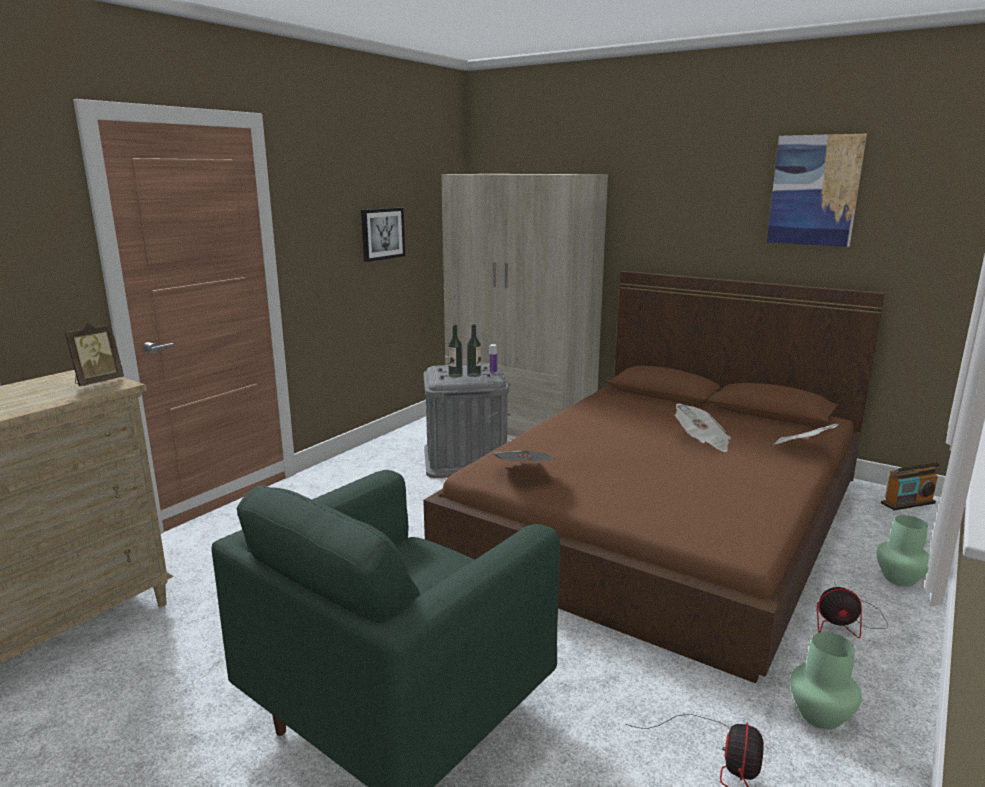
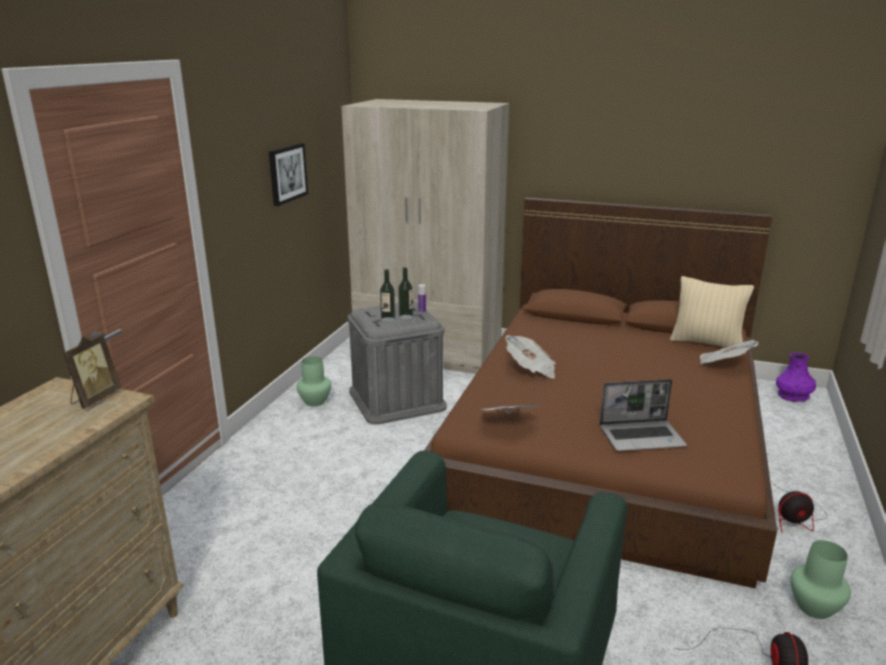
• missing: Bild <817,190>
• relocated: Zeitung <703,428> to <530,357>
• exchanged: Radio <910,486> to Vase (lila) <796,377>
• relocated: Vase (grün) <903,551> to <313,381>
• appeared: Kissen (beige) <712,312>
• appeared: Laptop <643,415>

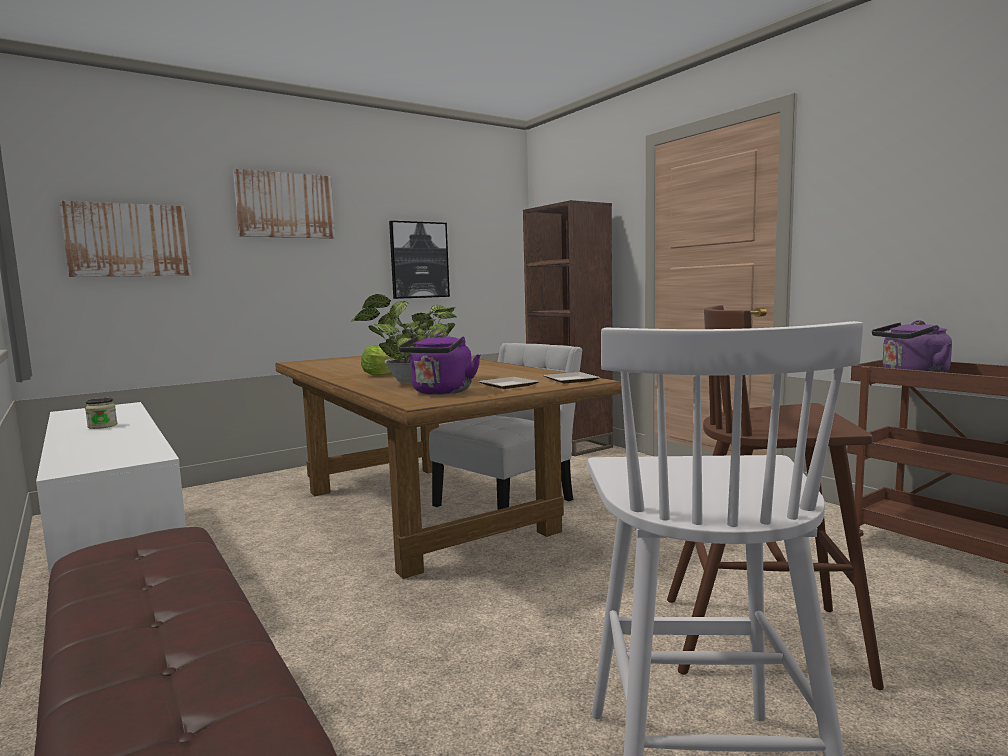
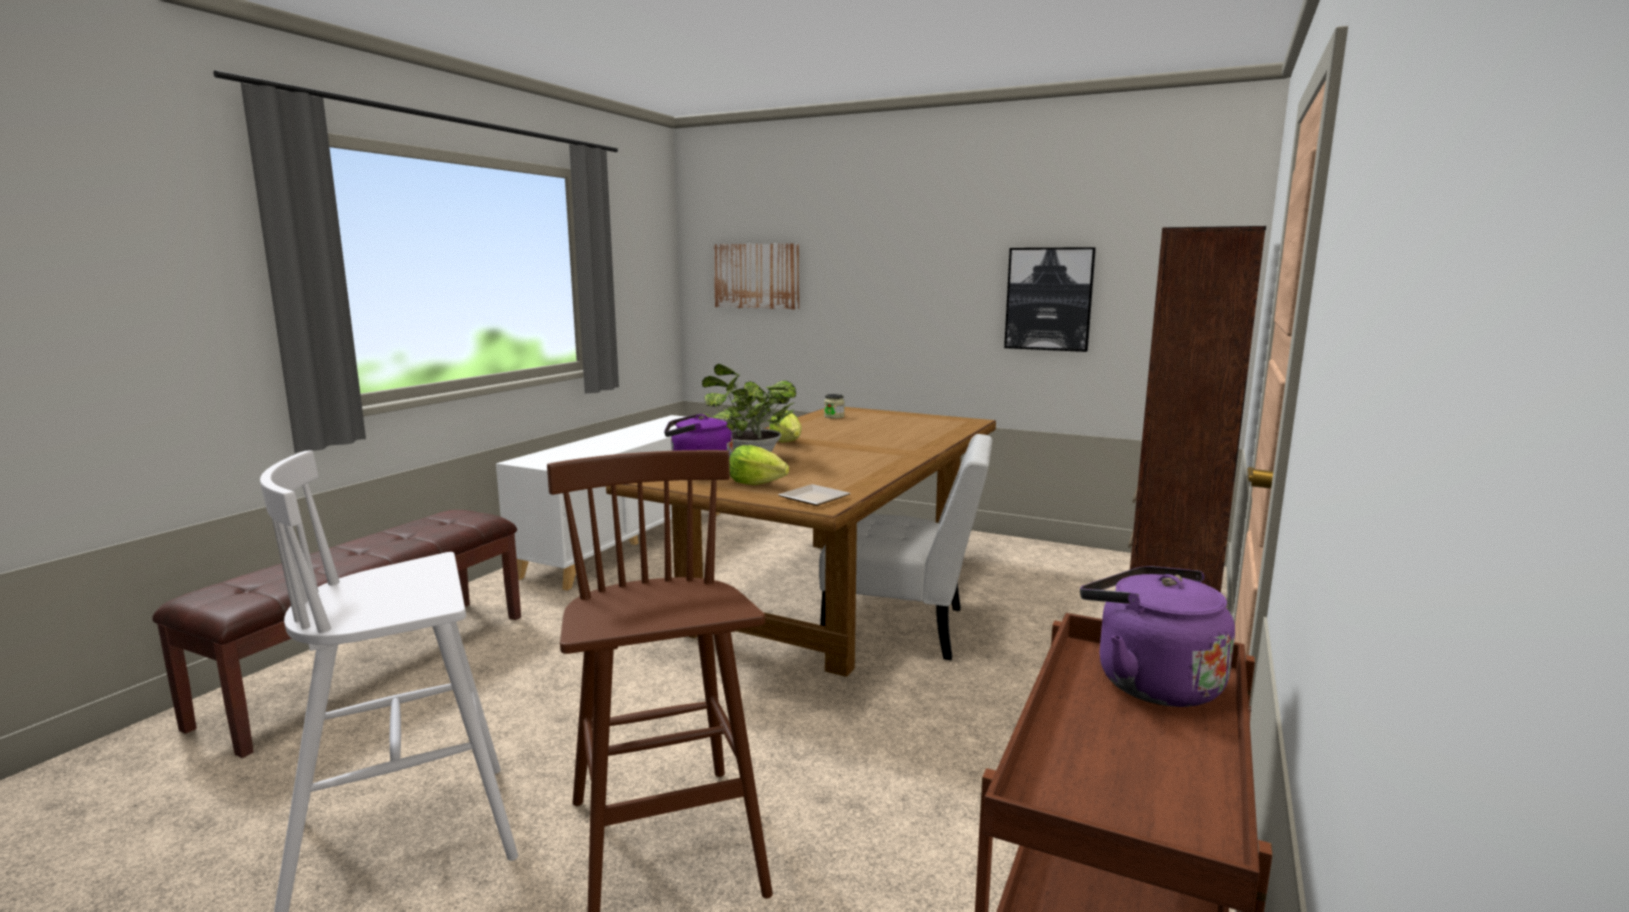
• missing: Bild <284,203>
• exchanged: Teller <509,383> to Salatkopf <759,465>
• relocated: Vorratsglas <101,413> to <834,406>

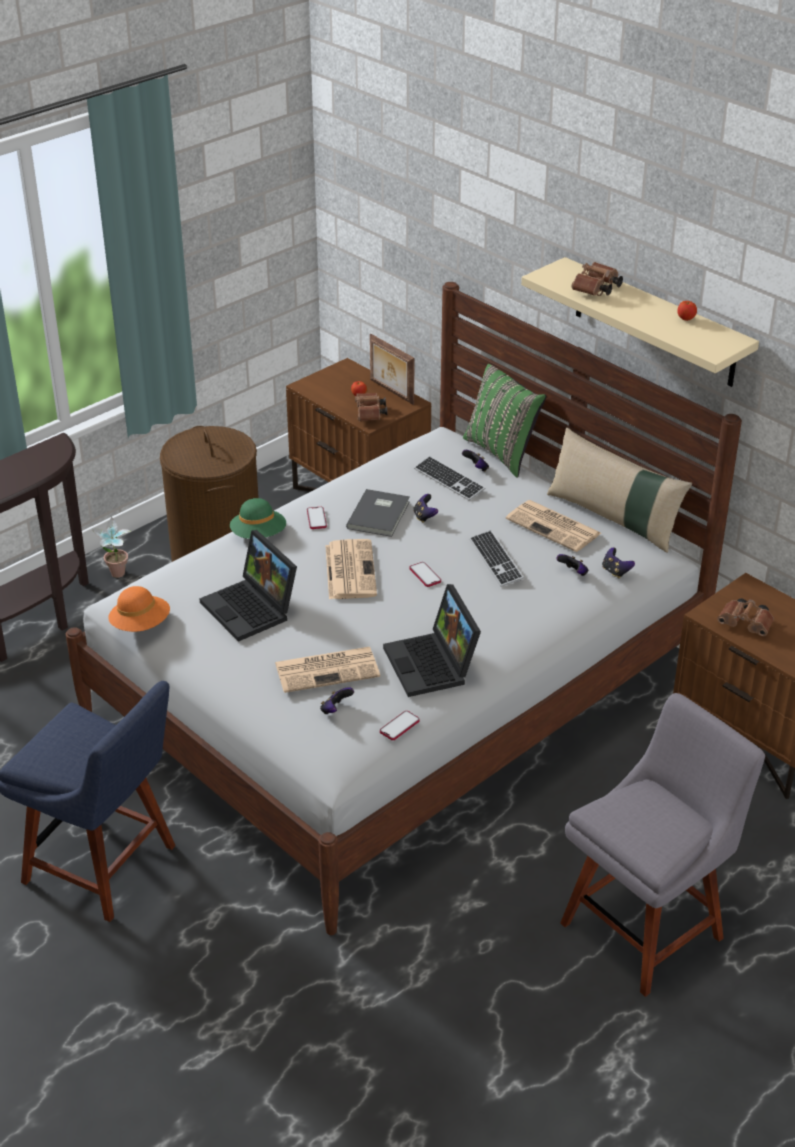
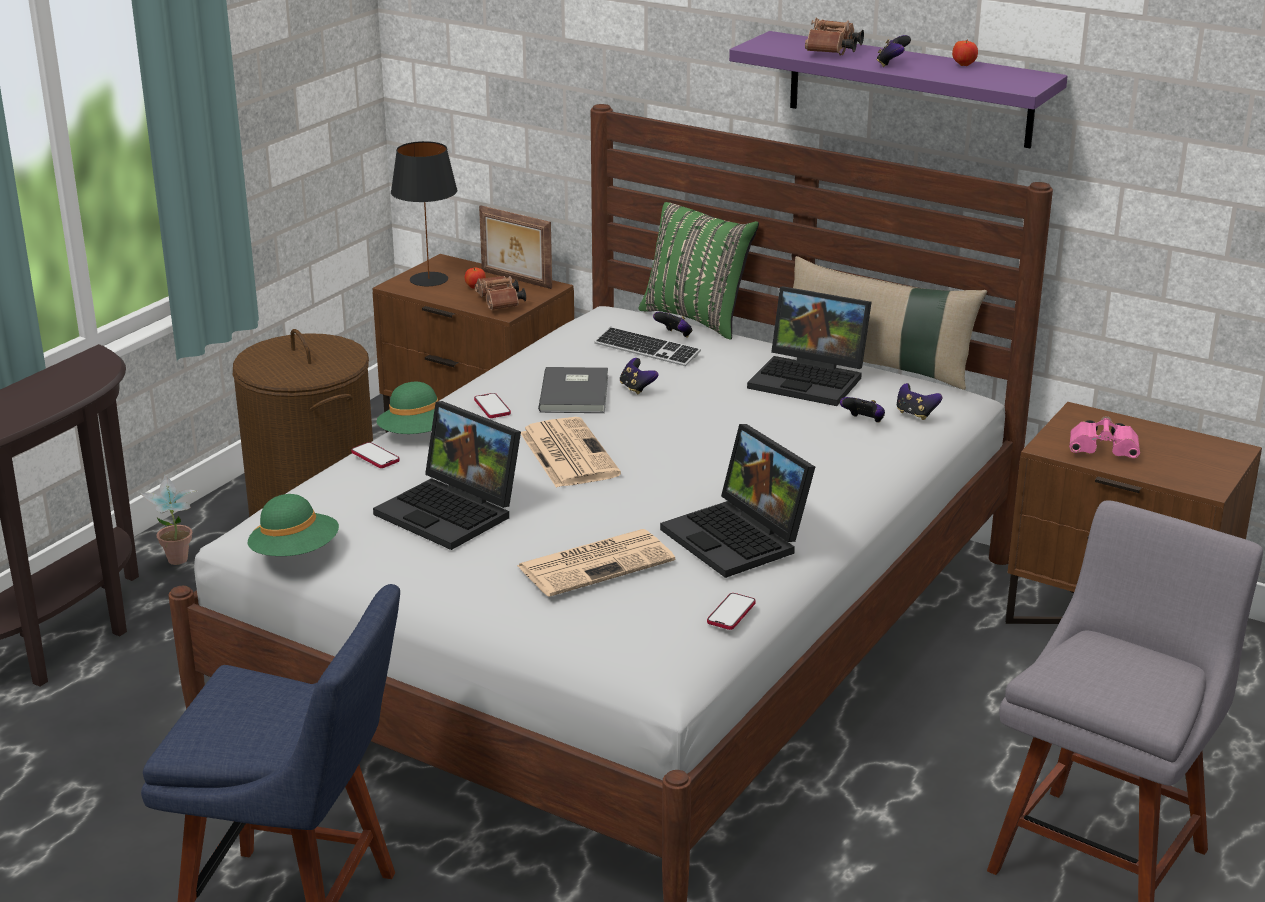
• colour: Wandregal (beige) <640,322> to Wandregal (lila) <898,89>
• exchanged: Zeitung <553,526> to Laptop <809,346>
• missing: Tastatur <496,558>
• relocated: Handy <425,574> to <375,455>
• colour: Hut (orange) <139,609> to Hut (grün) <293,525>
• colour: Fernglas (braun) <745,617> to Fernglas (rosa) <1104,437>
• relocated: Gamepad <337,700> to <893,51>
• appeared: Tischlampe (schwarz) <424,213>

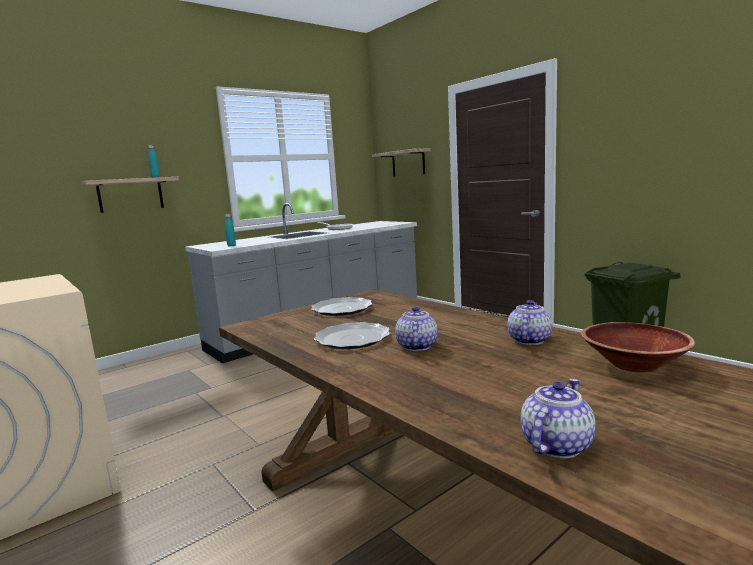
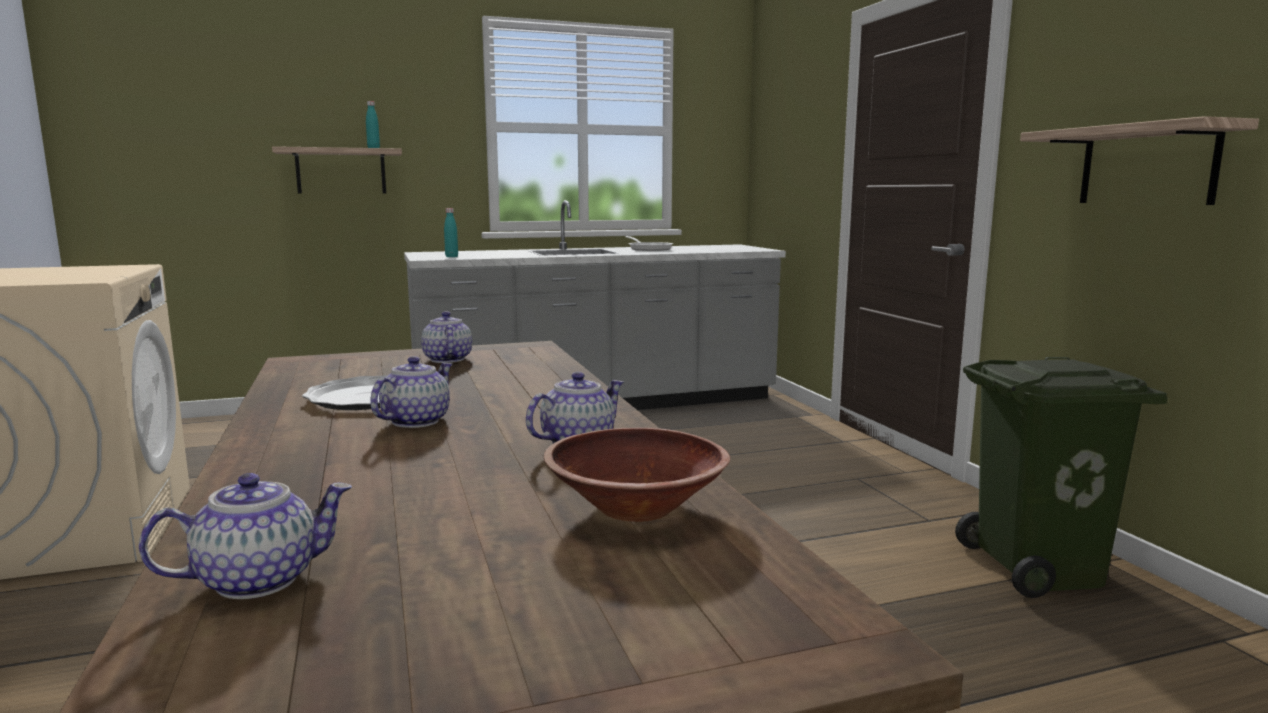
• relocated: Wandregal <401,162> to <1139,160>
• exchanged: Teller <341,306> to Teekanne <446,337>

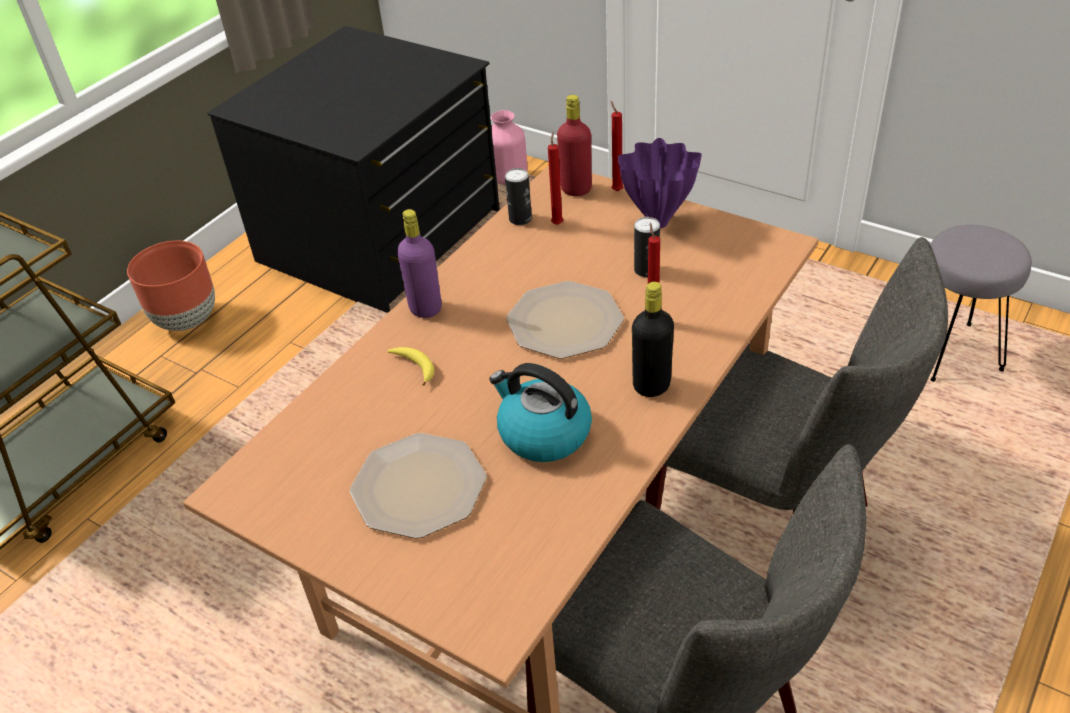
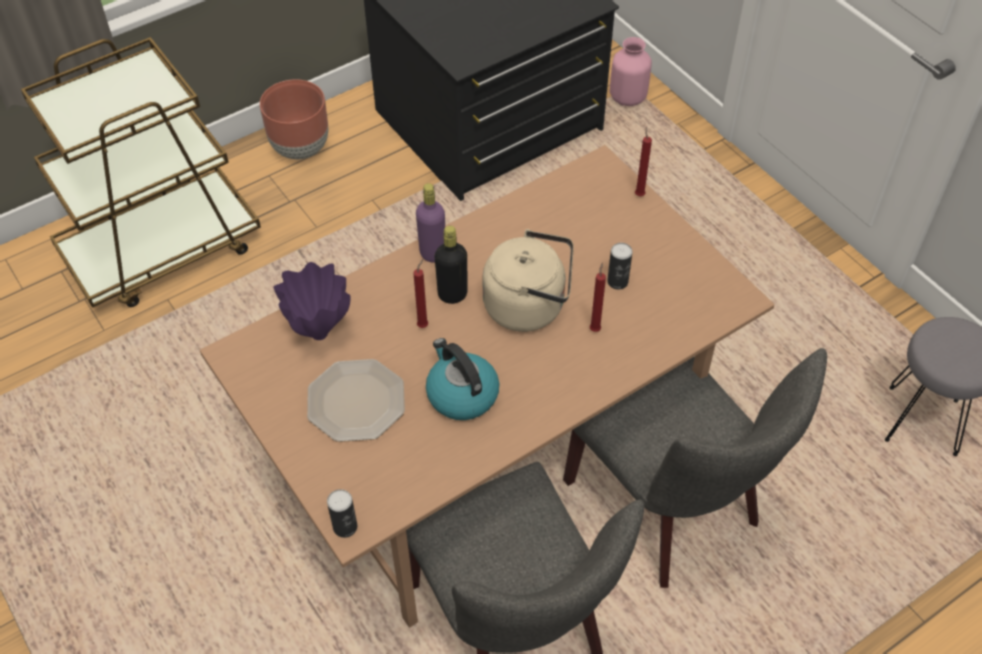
• missing: Flasche (rot) <574,145>
• relocated: Kerze (rot) <555,178> to <420,293>
• relocated: Vase (lila) <660,183> to <311,301>
• relocated: Dose <518,196> to <342,513>
• exchanged: Teller <565,320> to Wasserkessel (beige) <528,280>
• relocated: Flasche (schwarz) <653,339> to <451,265>
• missing: Banane <411,366>

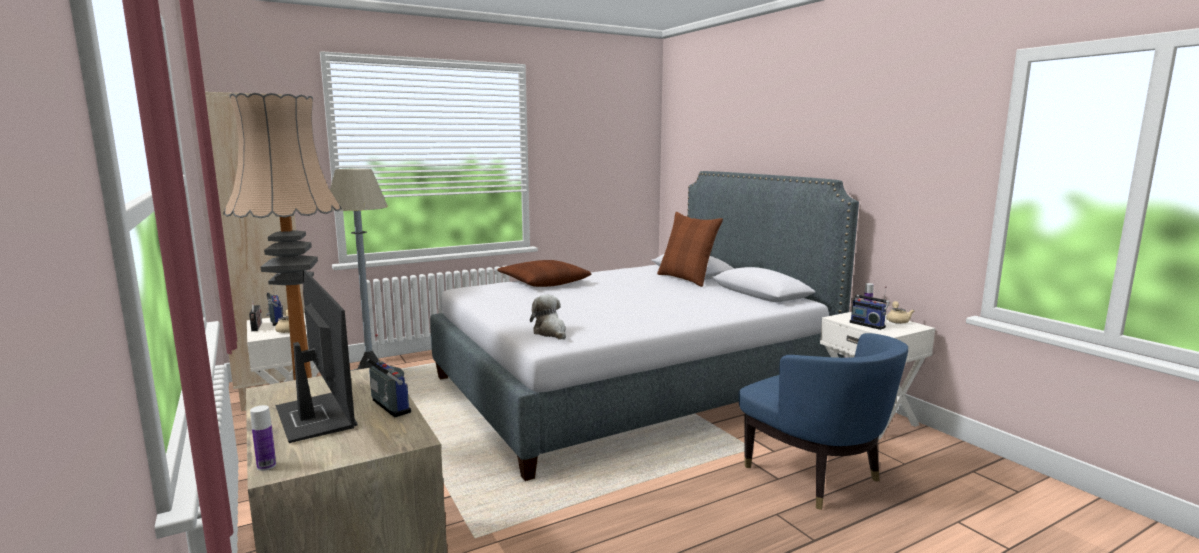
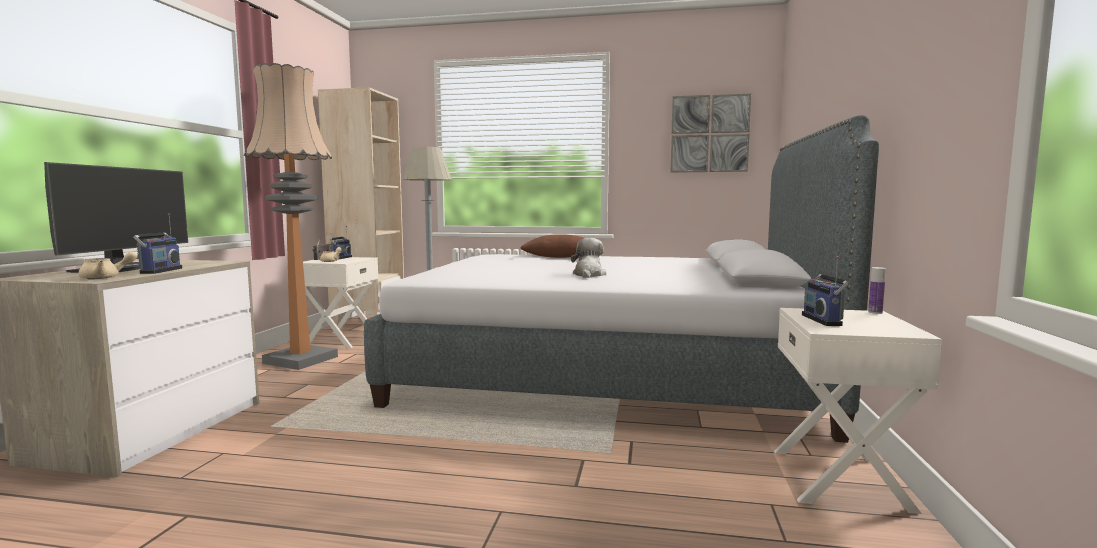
• missing: Kissen (braun) <690,249>
• relocated: Plüschtier <548,317> to <589,258>
• relocated: Teekanne (beige) <900,312> to <107,265>
• missing: Sessel (blau) <823,421>
• missing: Flasche <263,438>
• appeared: Bild <710,133>

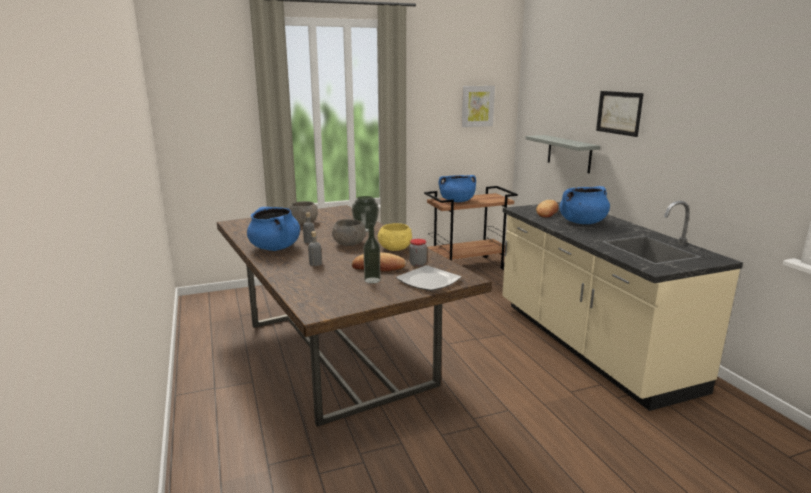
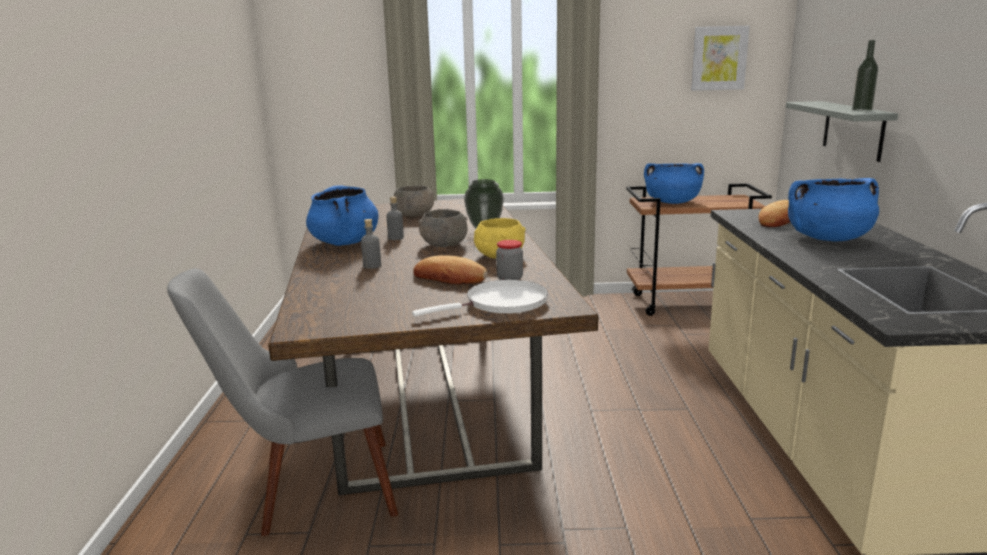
• missing: Bild <620,114>
• relocated: Flasche <372,253> to <865,75>
• exchanged: Teller <428,278> to Pfanne (weiß) <480,298>
• appeared: Stuhl (grau) <282,402>

